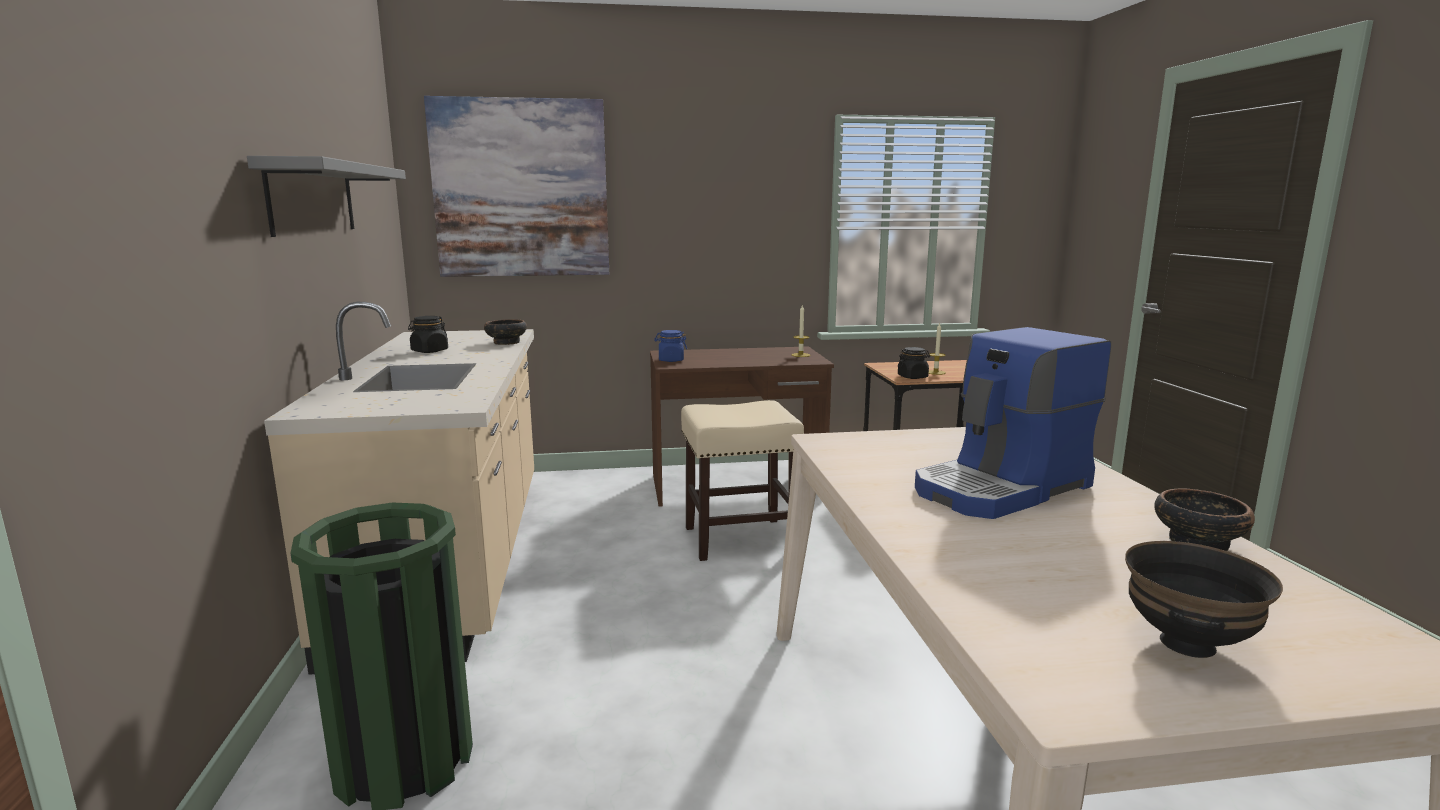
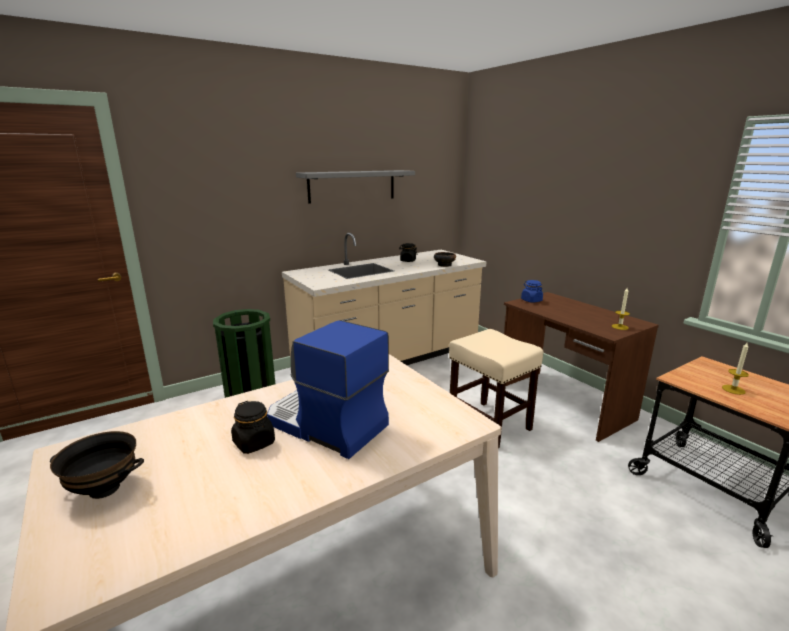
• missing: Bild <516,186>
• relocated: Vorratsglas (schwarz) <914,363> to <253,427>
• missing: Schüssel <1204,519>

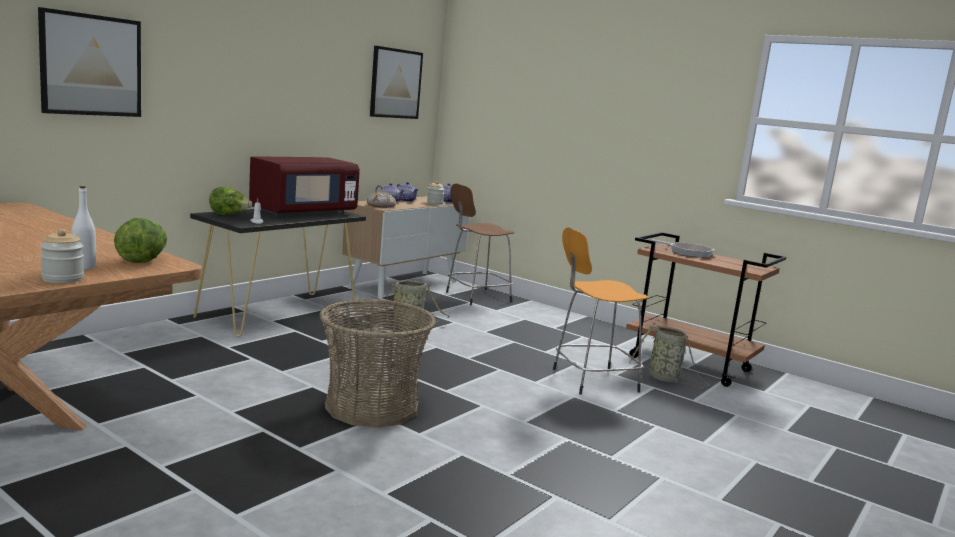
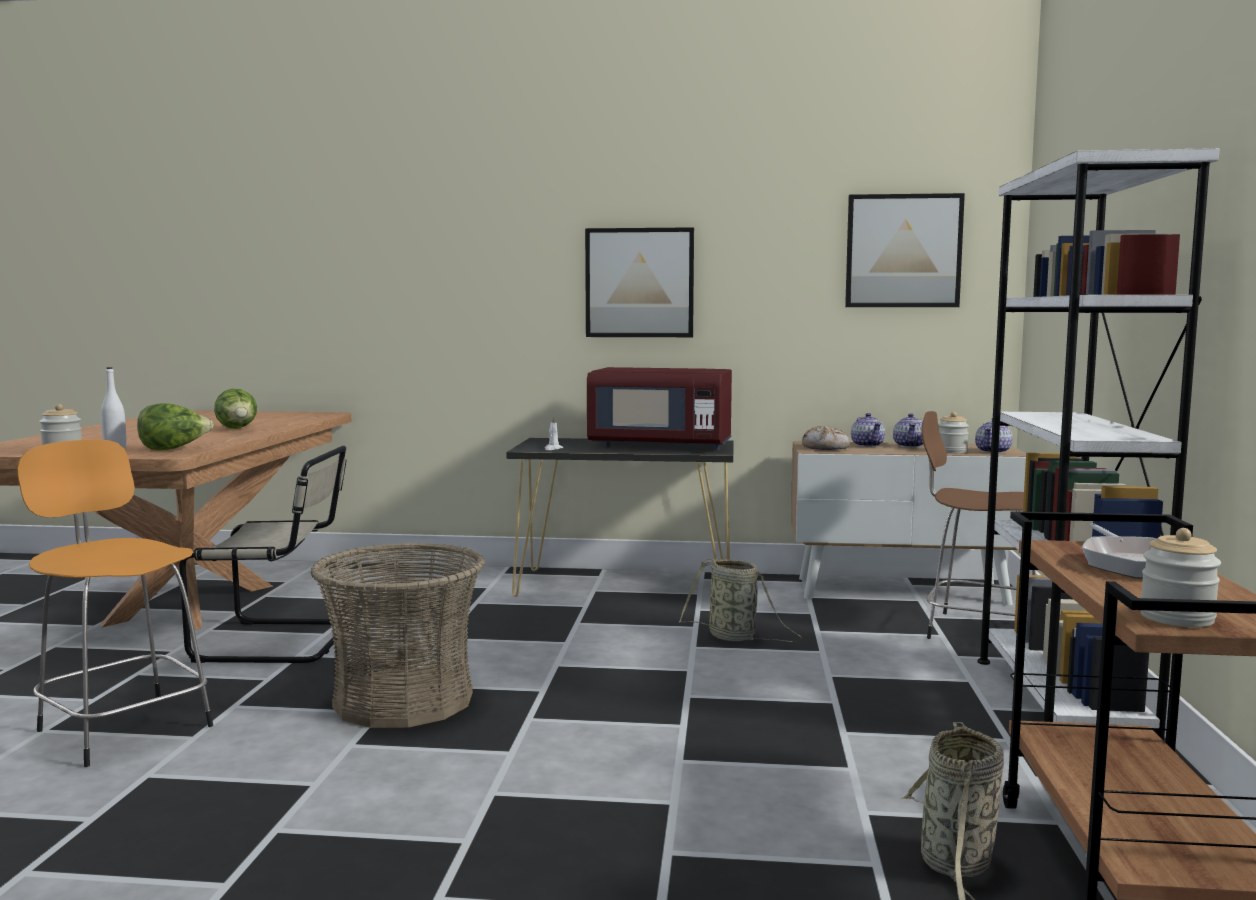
• relocated: Bild <89,62> to <639,282>
• relocated: Salatkopf <230,201> to <235,409>
• relocated: Hocker (orange) <600,311> to <115,603>
• appeared: Bücherregal (weiß) <1098,444>
• appeared: Stuhl (beige) <266,554>
• appeared: Vorratsglas <1181,577>

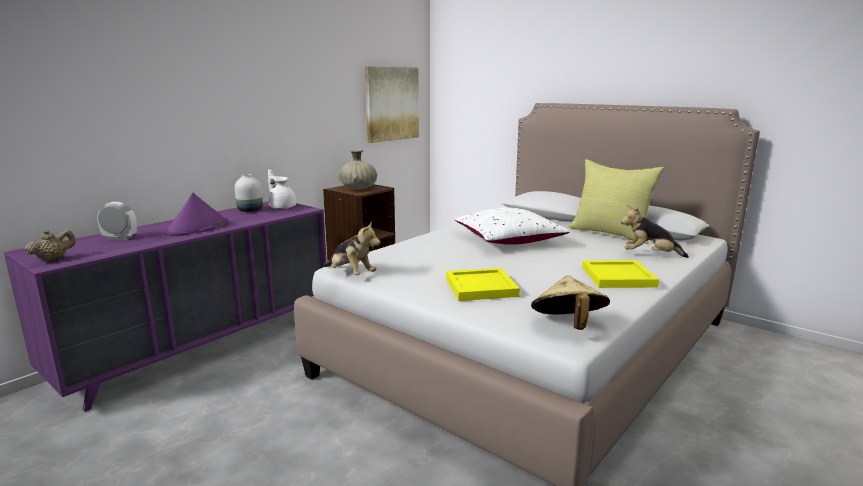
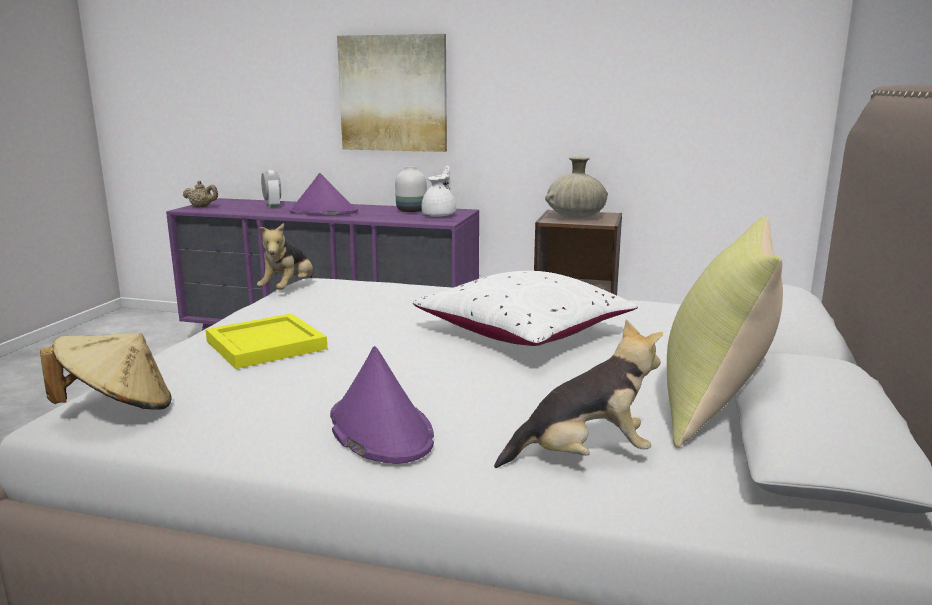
• relocated: Bild <392,104> to <392,93>
• spun: Plüschtier <655,231> = <578,393> 90 degrees clockwise
• exchanged: Tablett (gelb) <620,274> to Hut (lila) <382,405>

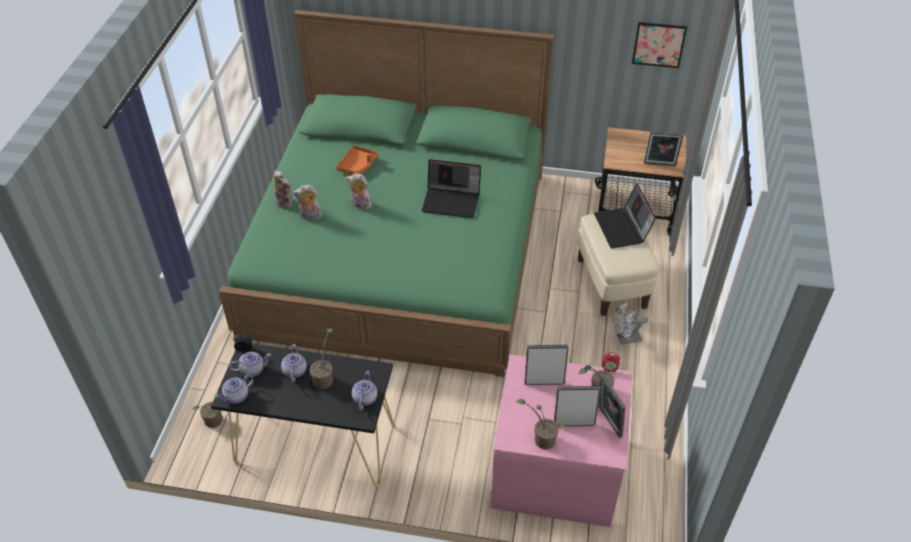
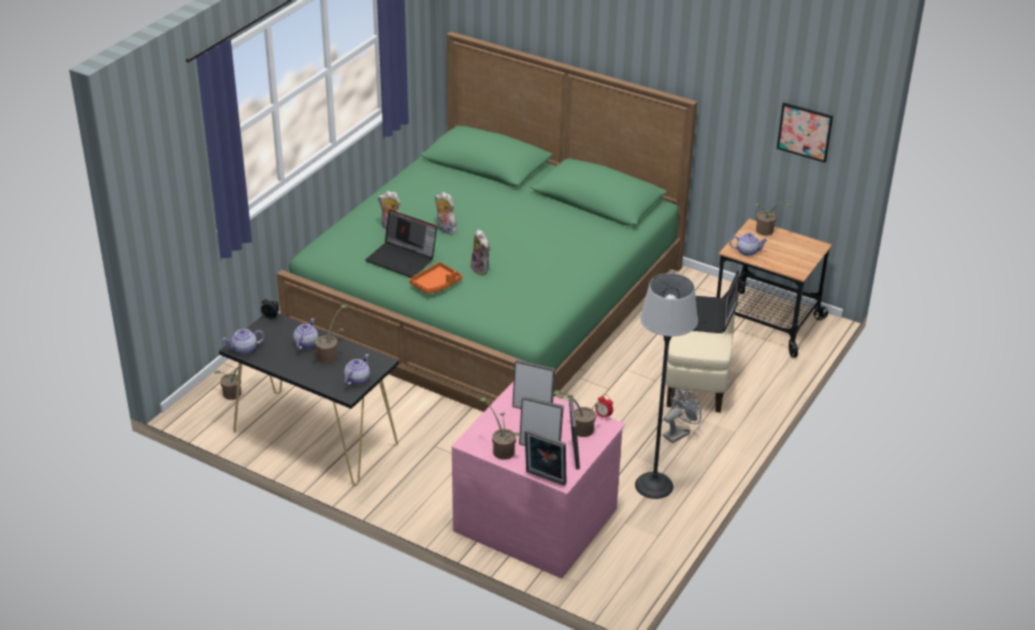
• relocated: Bilderrahmen <663,148> to <545,457>
• relocated: Tablett (orange) <357,160> to <435,278>
• relocated: Laptop <451,188> to <401,244>
• relocated: Plüschtier <283,189> to <481,252>
• spun: Ventilator (grau) <631,323> = <682,415> 135 degrees clockwise
• relocated: Teekanne <250,364> to <749,244>
• appeared: Topfpflanze <773,219>
• appeared: Stehlampe <666,386>

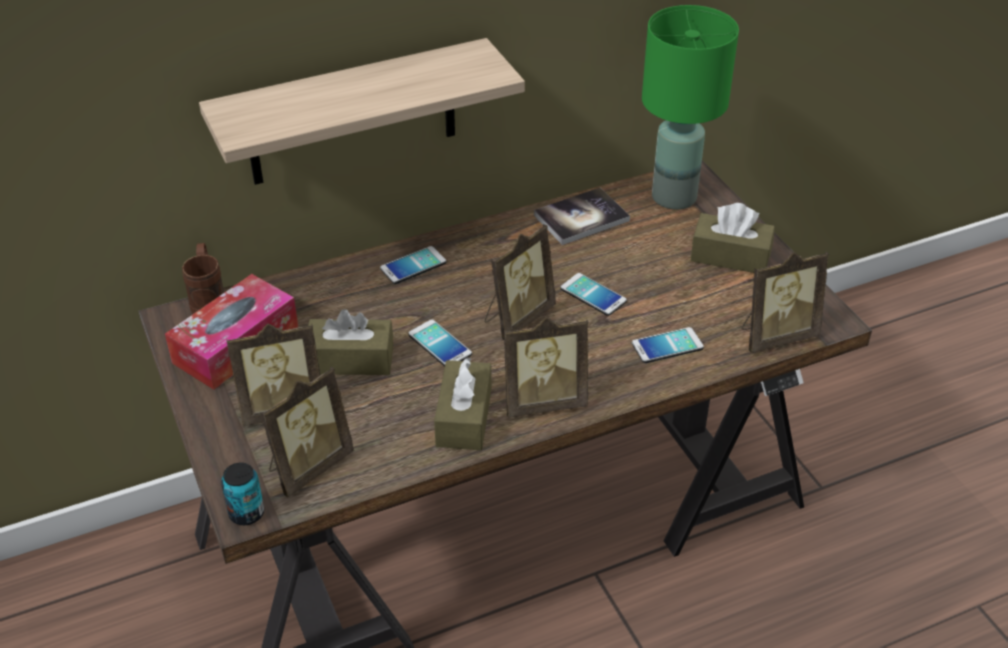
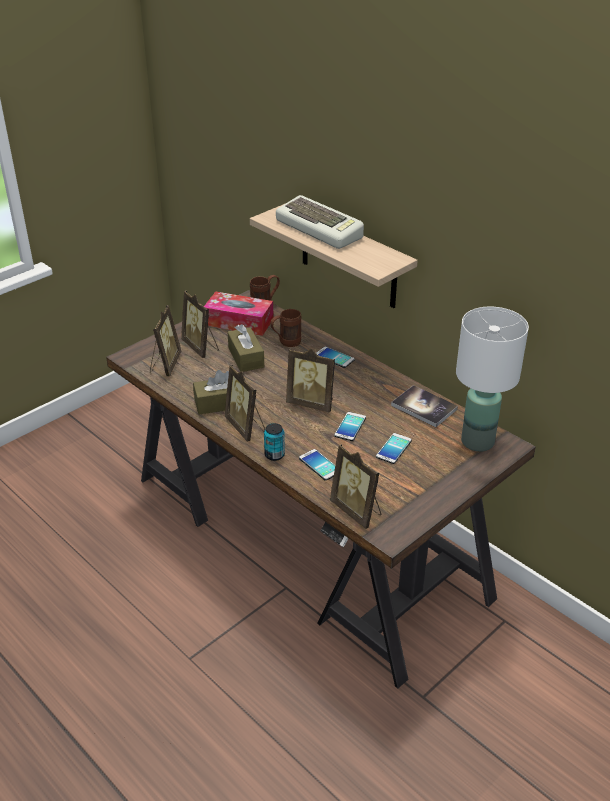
• colour: Tischlampe (grün) <690,107> to Tischlampe (weiß) <492,379>
• missing: Taschentuchbox (braun) <732,238>
• relocated: Handy <440,342> to <394,448>
• spun: Bilderrahmen <307,431> = <165,341> 105 degrees counterclockwise
• relocated: Dose <242,493> to <274,442>
• appeared: Tastatur <320,222>
• appeared: Henkelbecher (braun) <285,328>

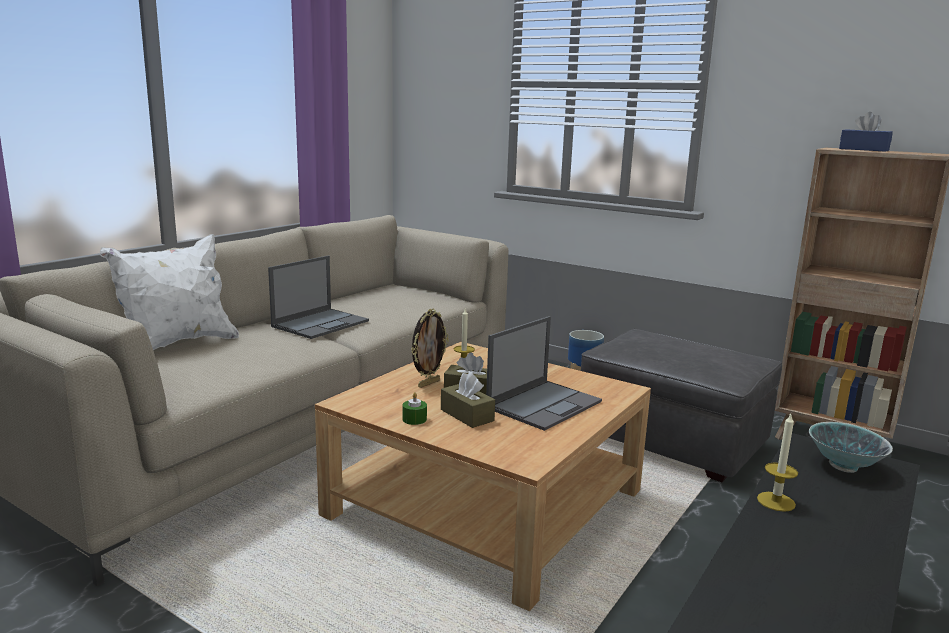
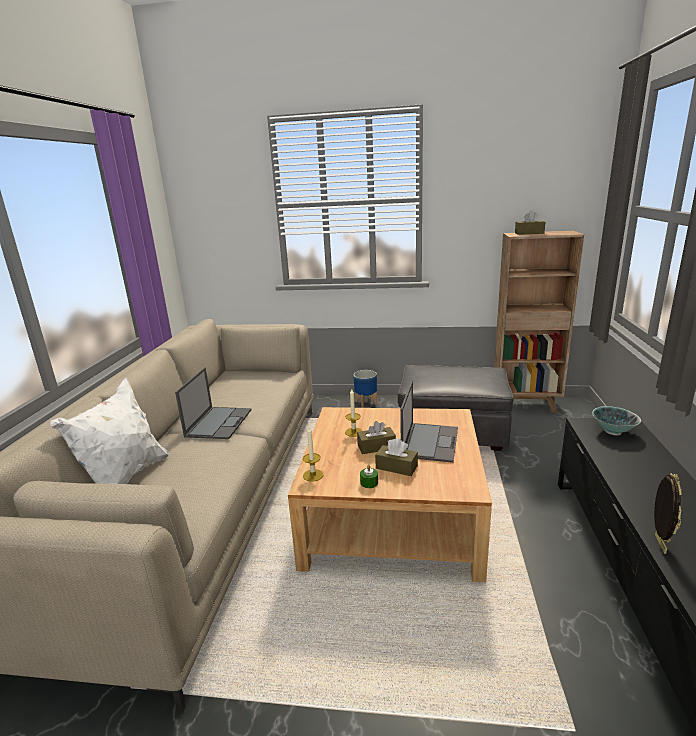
• colour: Taschentuchbox (blau) <866,132> to Taschentuchbox (braun) <530,222>
• relocated: Bilderrahmen <430,348> to <668,513>
• relocated: Kerze <777,463> to <313,454>

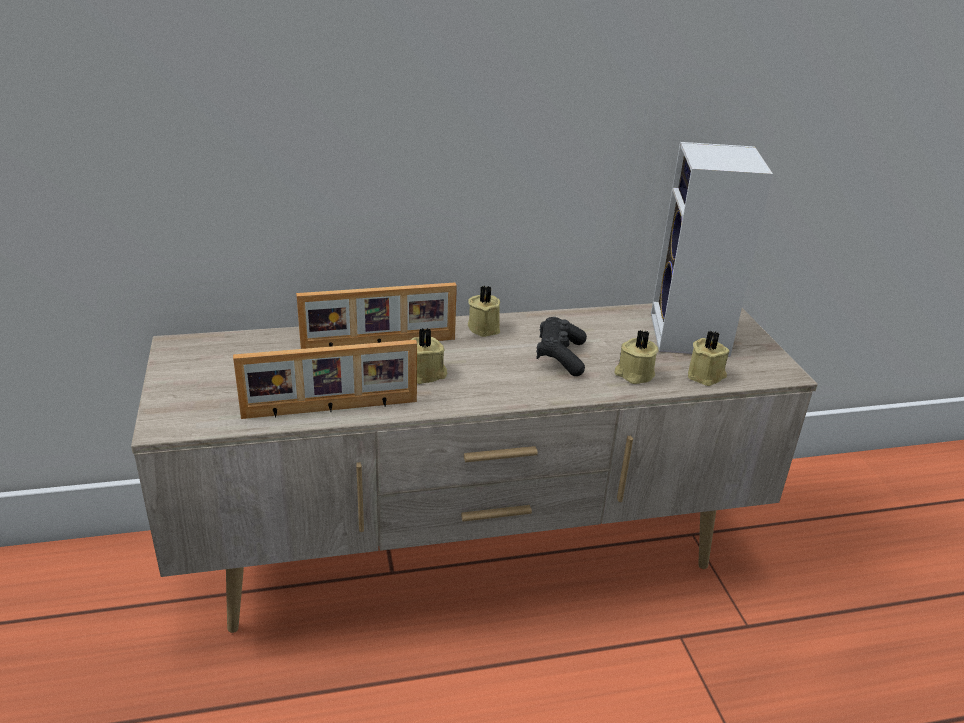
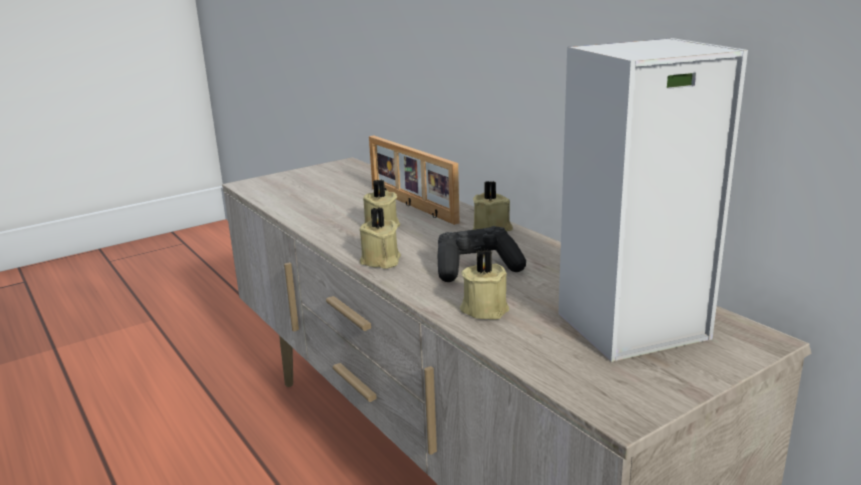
• relocated: Kerze (beige) <708,358> to <380,238>
• missing: Bilderrahmen <325,379>

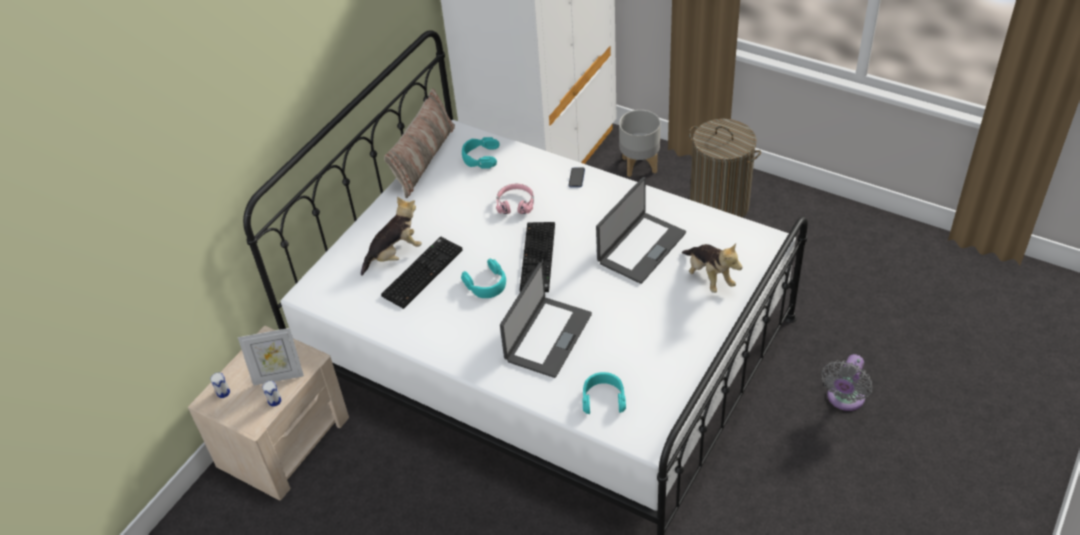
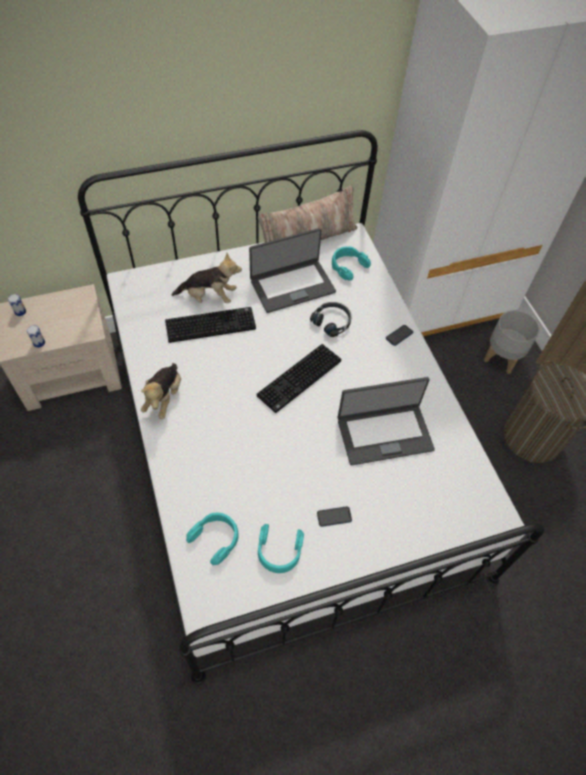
• colour: Kopfhörer (rosa) <515,199> to Kopfhörer (schwarz) <330,319>
• relocated: Plüschtier <712,268> to <161,391>
• relocated: Kopfhörer (türkis) <483,278> to <281,548>
• relocated: Laptop <546,320> to <292,270>
• missing: Bilderrahmen <271,357>
• missing: Ventilator (grau) <847,382>
• appeared: Handy <334,516>

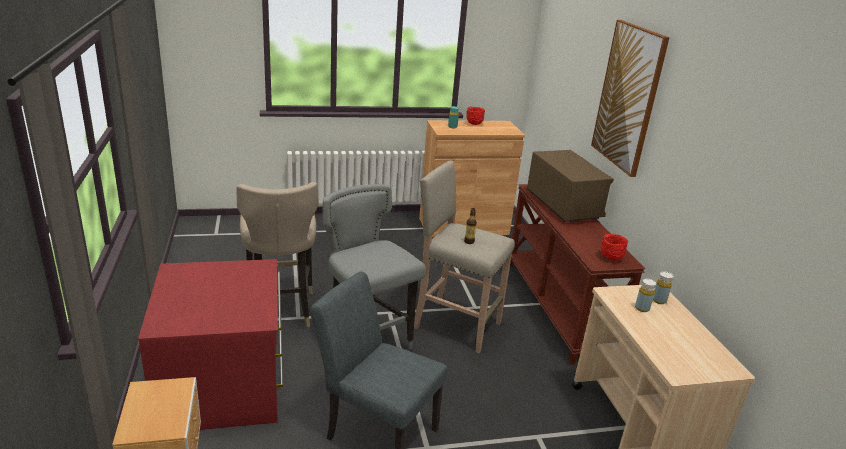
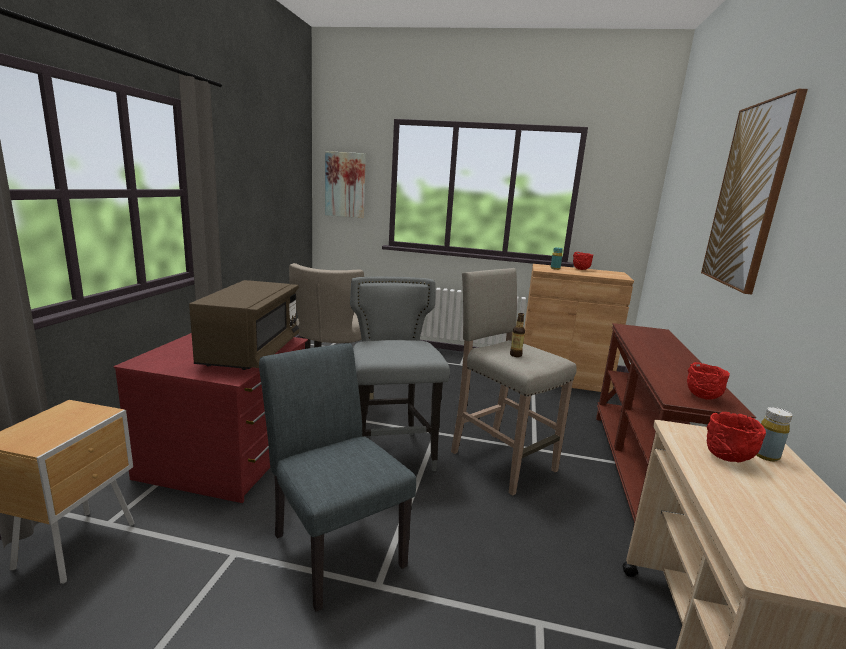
• relocated: Mikrowelle (braun) <570,186> to <244,325>
• exchanged: Flasche (gelb) <645,295> to Schüssel (rot) <736,437>
• appeared: Bild <345,184>

